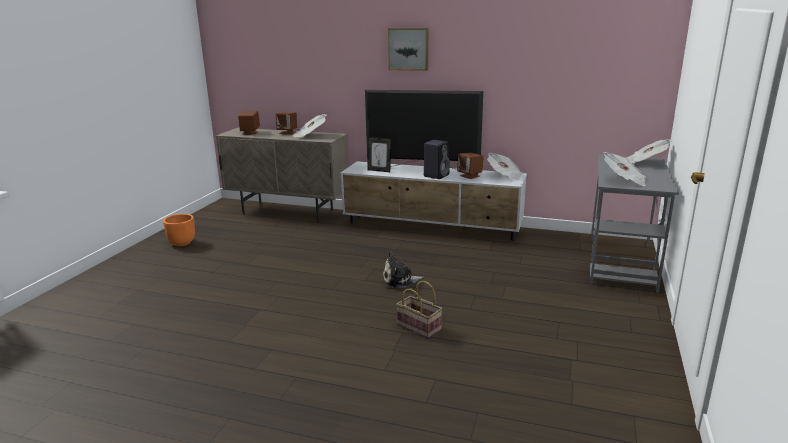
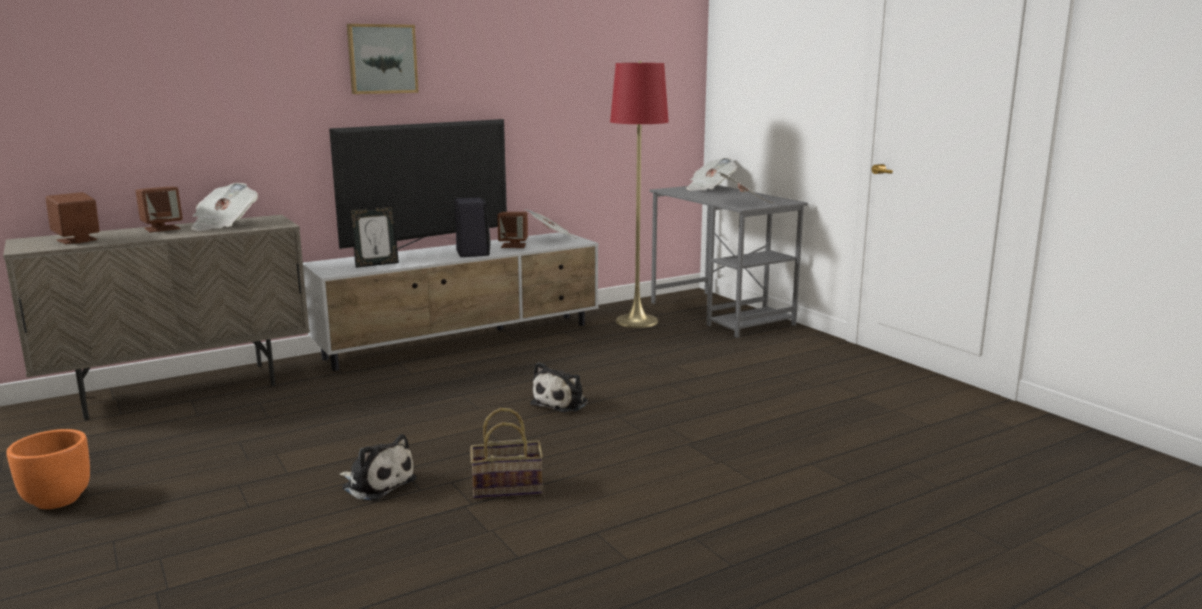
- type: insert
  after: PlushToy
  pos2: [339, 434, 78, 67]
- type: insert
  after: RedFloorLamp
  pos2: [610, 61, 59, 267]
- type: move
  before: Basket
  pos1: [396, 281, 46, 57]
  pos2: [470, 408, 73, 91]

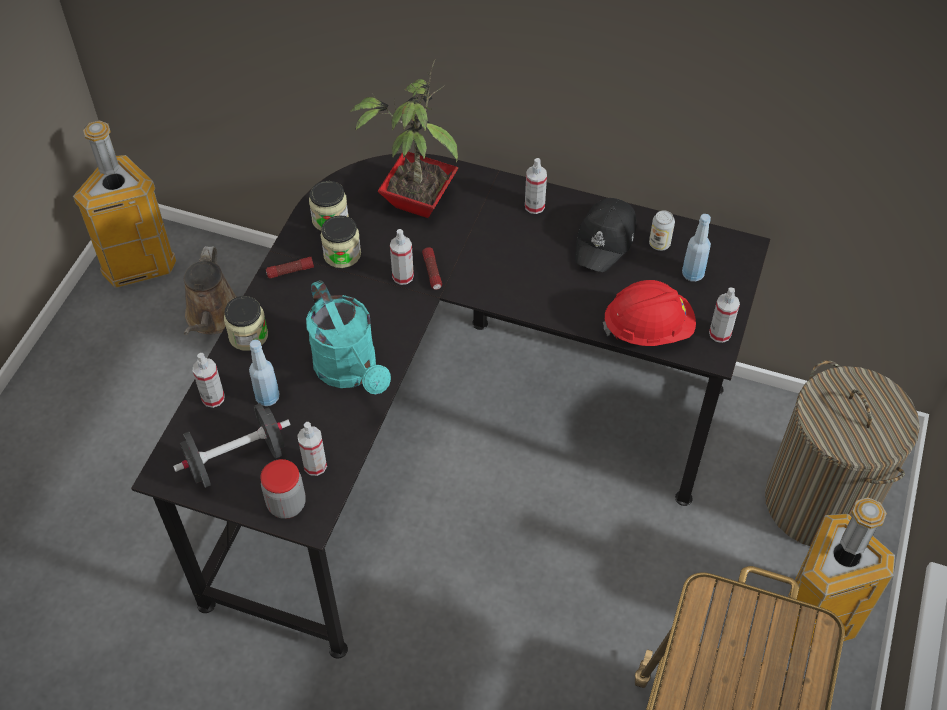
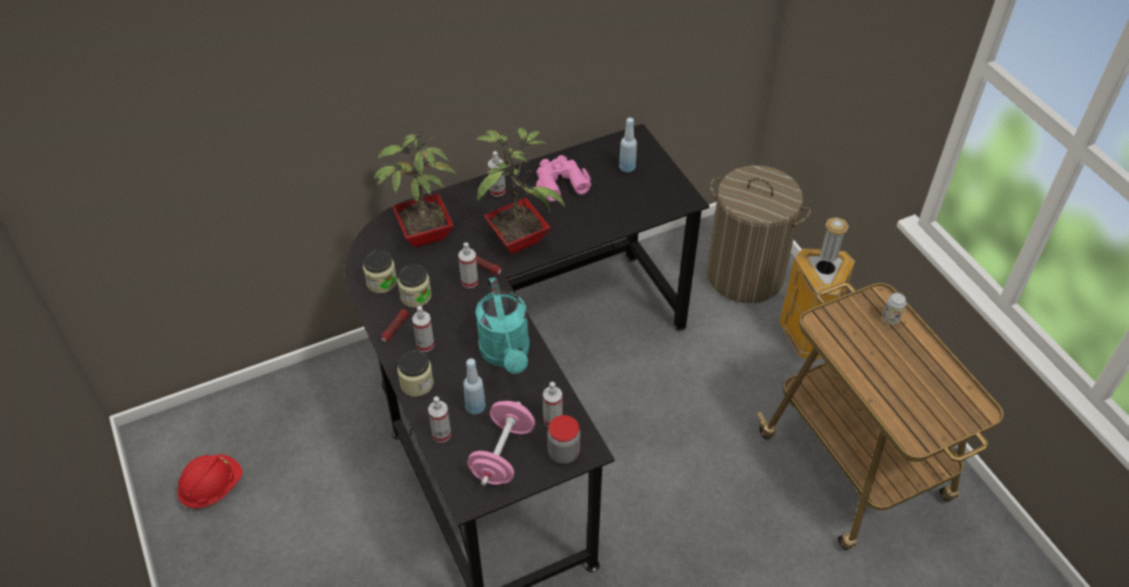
- type: delete
  before: TrashCan
  pos1: [73, 120, 104, 168]
- type: delete
  before: BrownWateringCan
  pos1: [184, 246, 53, 89]
- type: insert
  after: PottedPlant
  pos2: [475, 127, 90, 127]
- type: move
  before: RedHardHat
  pos1: [603, 280, 93, 66]
  pos2: [177, 455, 65, 56]
- type: move
  before: Can
  pos1: [649, 210, 26, 41]
  pos2: [882, 293, 25, 32]
- type: move
  before: SprayBottle
  pos1: [709, 288, 31, 55]
  pos2: [412, 306, 22, 46]
- type: replace
  before: BlackCap
  after: PinkBinoculars
  pos1: [575, 198, 62, 74]
  pos2: [536, 155, 55, 47]
- type: recolor
  before: BlackDumbbell
  after: PinkDumbbell
  pos1: [173, 403, 117, 85]
  pos2: [467, 401, 68, 85]
- type: rotate
  before: TurquoiseWateringCan
  pos1: [306, 280, 85, 114]
  pos2: [475, 277, 55, 97]
  turn: 60

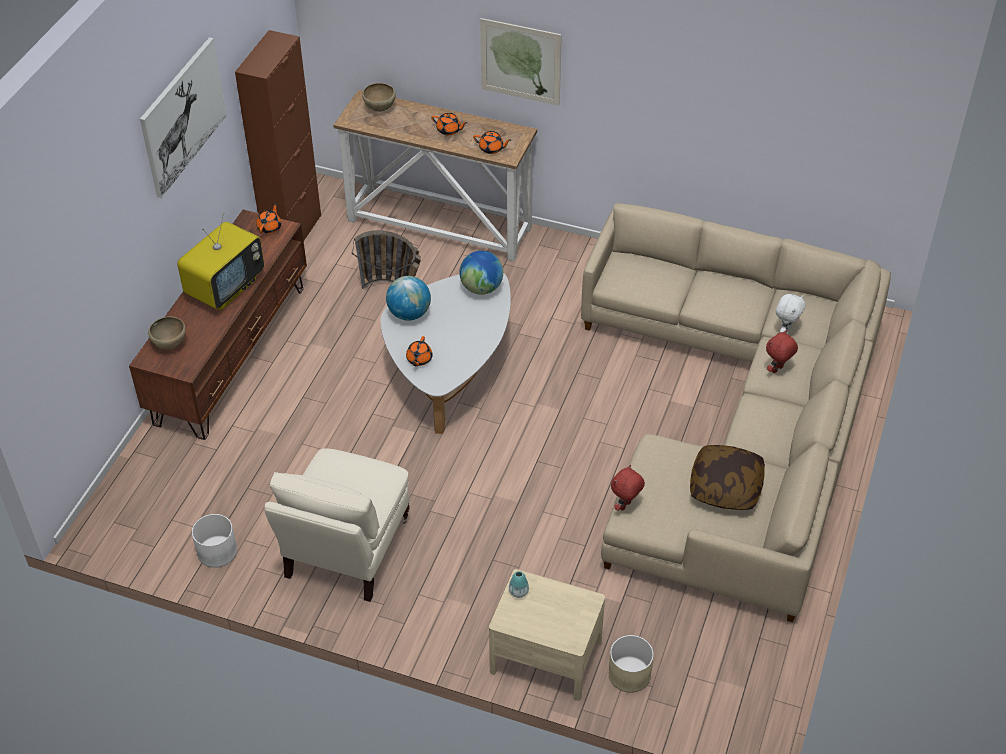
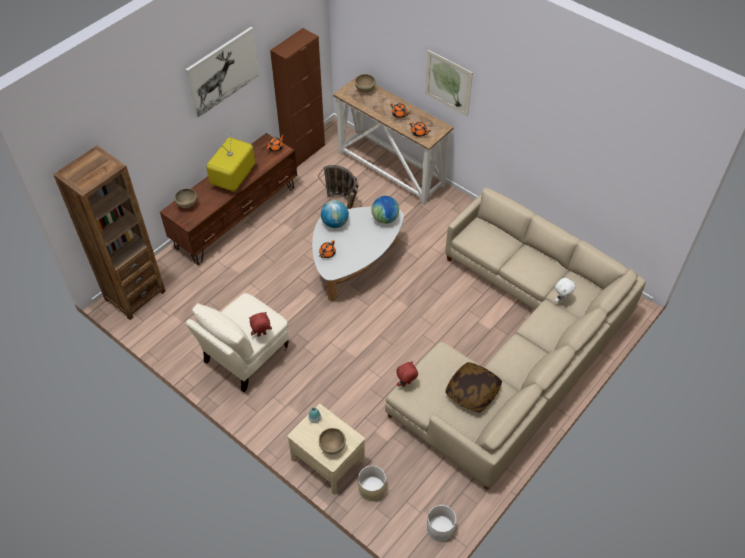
- type: insert
  after: BrownBookcase
  pos2: [53, 145, 113, 175]
- type: insert
  after: BrownBowl
  pos2: [319, 428, 27, 27]
- type: move
  before: WhitePlanter
  pos1: [192, 514, 45, 54]
  pos2: [427, 505, 29, 37]
- type: move
  before: RedPlushToy
  pos1: [766, 330, 32, 43]
  pos2: [249, 312, 23, 25]
- type: rotate
  before: Television
  pos1: [177, 213, 87, 97]
  pos2: [206, 133, 49, 59]
  turn: 150

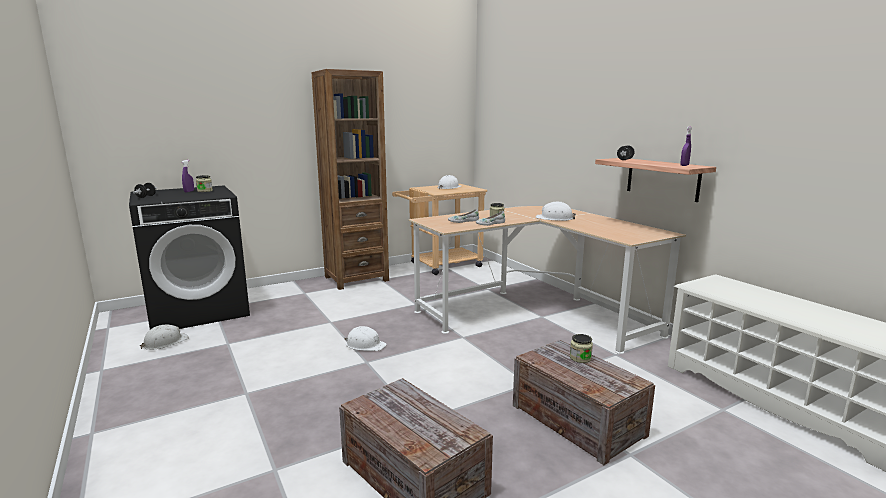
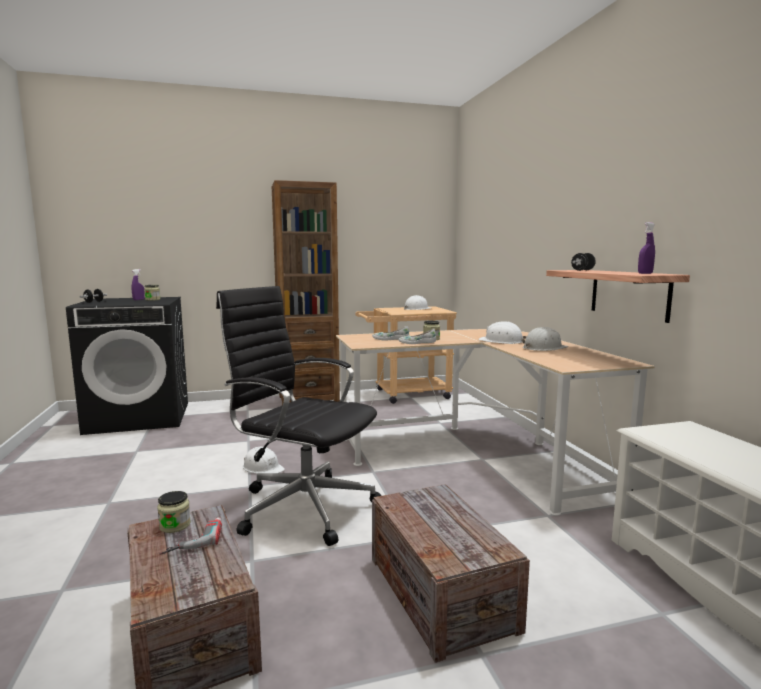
- type: insert
  after: PowerDrill
  pos2: [160, 517, 62, 38]
- type: insert
  after: BlackOfficeChair
  pos2: [216, 286, 166, 260]
- type: move
  before: WhiteHardHat
  pos1: [140, 325, 49, 25]
  pos2: [523, 327, 45, 24]
- type: move
  before: Jar
  pos1: [570, 334, 23, 29]
  pos2: [157, 491, 34, 42]

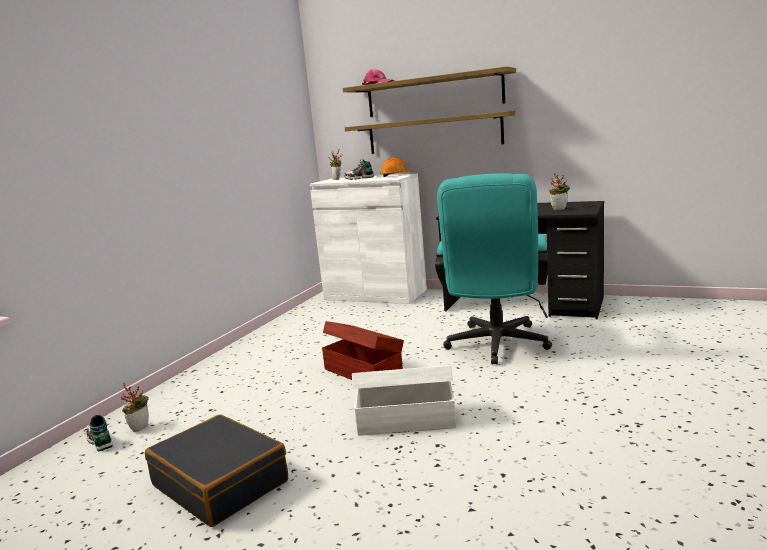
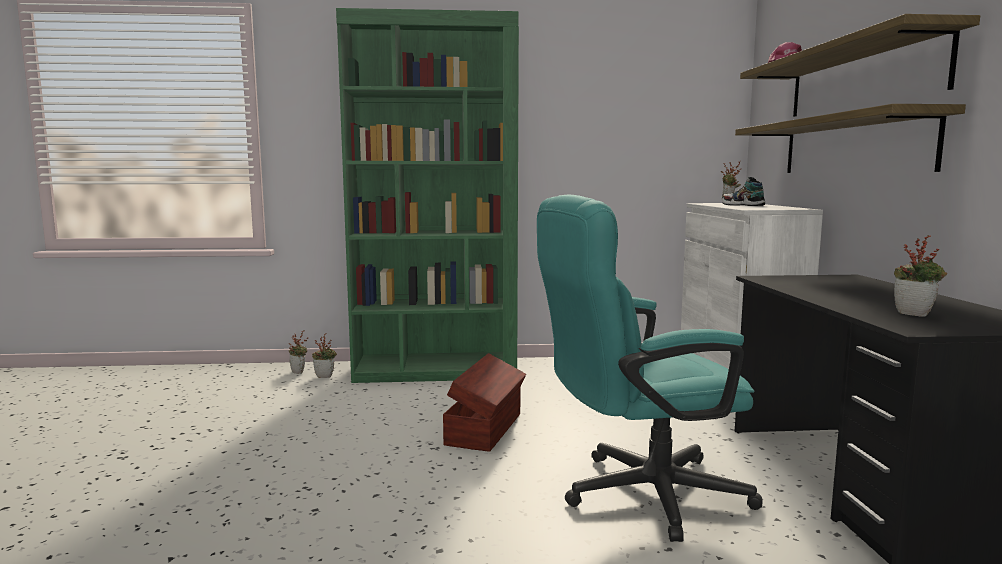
- type: delete
  before: BlackSuitcase
  pos1: [145, 414, 143, 113]
- type: delete
  before: WhiteStorageBox
  pos1: [352, 365, 104, 71]
- type: delete
  before: OrangeHardHat
  pos1: [380, 157, 32, 20]
- type: insert
  after: GreenBookcase
  pos2: [336, 8, 183, 375]
- type: replace
  before: Shoe
  after: PottedPlant
  pos1: [86, 415, 27, 36]
  pos2: [289, 330, 19, 44]

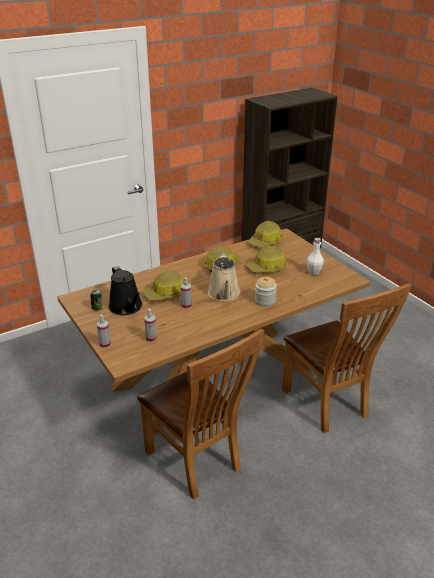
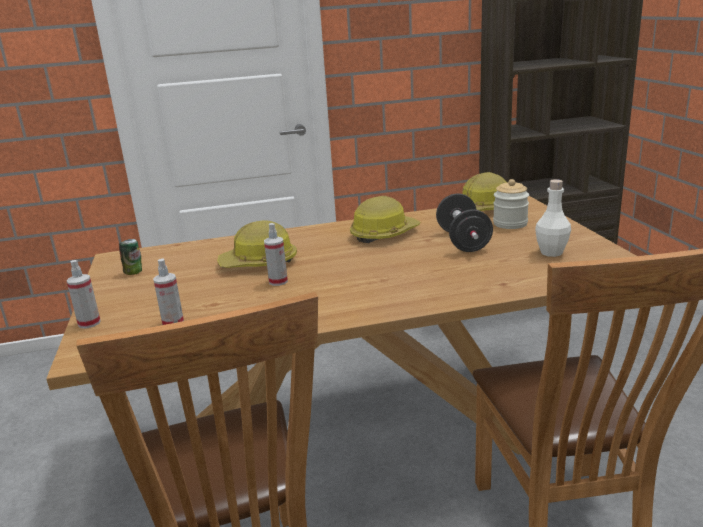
- type: delete
  before: BlackWateringCan
  pos1: [109, 266, 33, 49]
- type: delete
  before: BeigeWateringCan
  pos1: [208, 253, 32, 48]
- type: move
  before: Jar
  pos1: [255, 276, 22, 31]
  pos2: [493, 179, 36, 50]
- type: replace
  before: HardHat
  after: BlackDumbbell
  pos1: [246, 246, 41, 27]
  pos2: [436, 194, 57, 58]

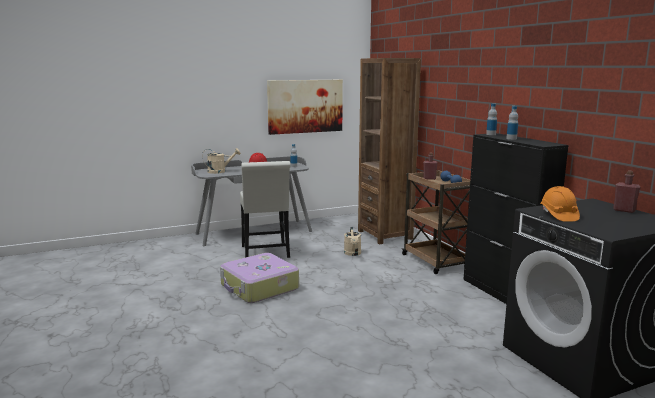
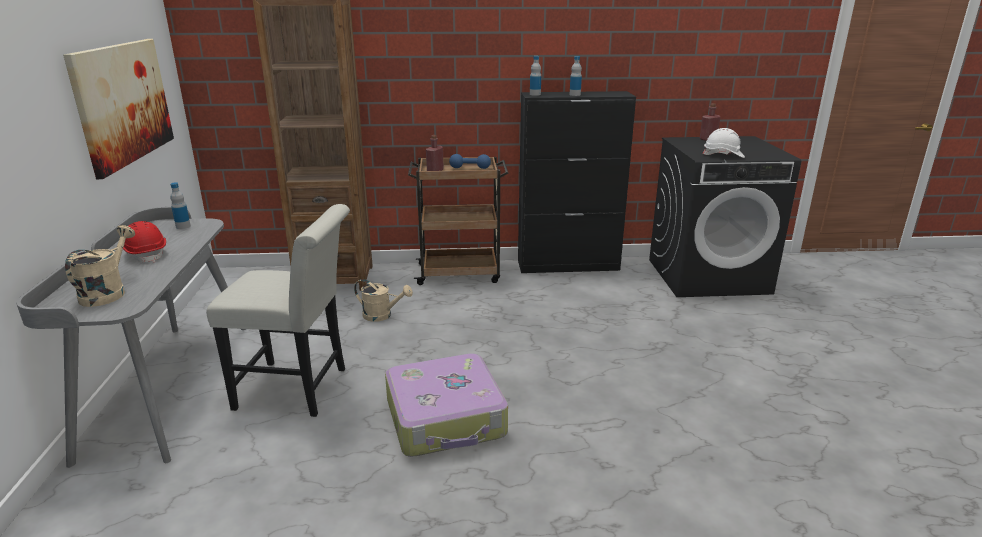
- type: recolor
  before: OrangeHardHat
  after: WhiteHardHat
  pos1: [540, 186, 40, 36]
  pos2: [702, 128, 43, 30]

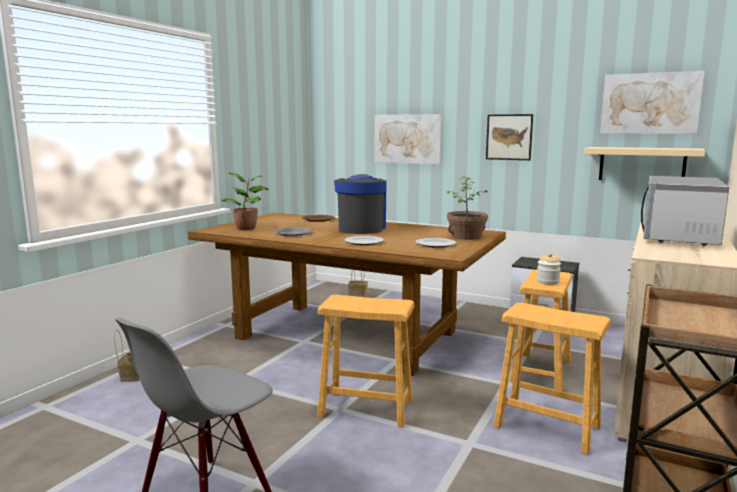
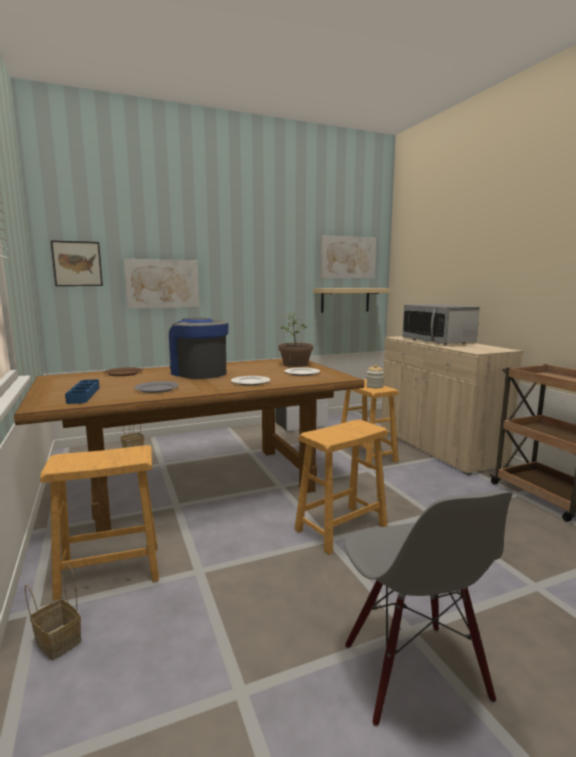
- type: move
  before: Picture
  pos1: [486, 114, 47, 46]
  pos2: [51, 240, 52, 46]
- type: move
  before: BrownStool
  pos1: [494, 303, 117, 152]
  pos2: [40, 445, 119, 155]
- type: replace
  before: PottedPlant
  after: BlueTray
  pos1: [221, 172, 47, 58]
  pos2: [65, 379, 35, 25]

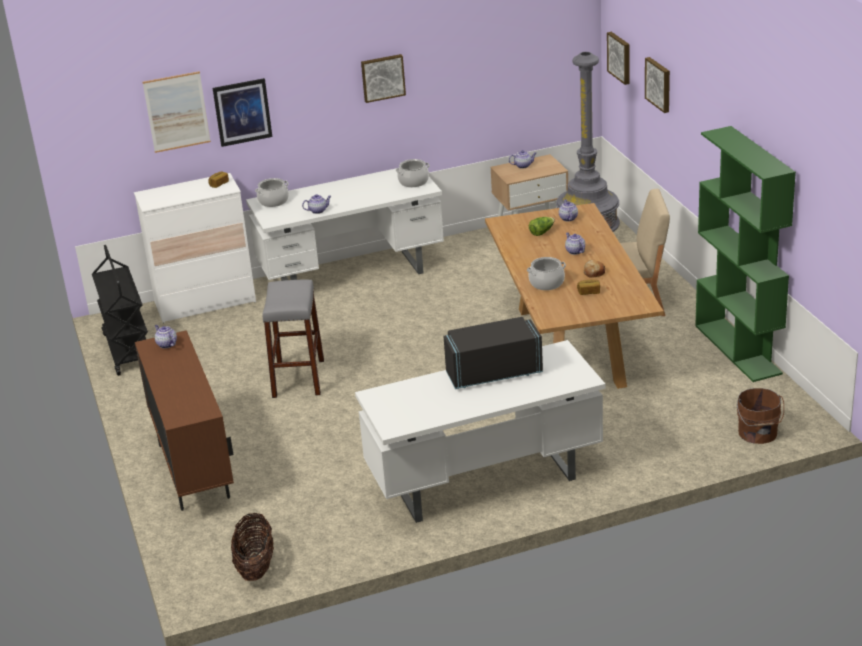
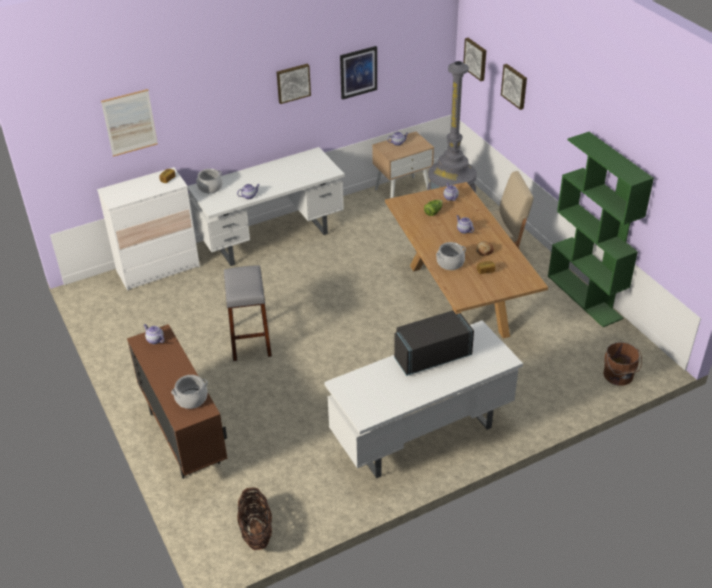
- type: delete
  before: BlackCart
  pos1: [92, 245, 56, 131]
- type: move
  before: Picture
  pos1: [213, 78, 59, 69]
  pos2: [340, 46, 37, 54]
- type: move
  before: CookingPot
  pos1: [395, 159, 35, 28]
  pos2: [171, 375, 37, 34]

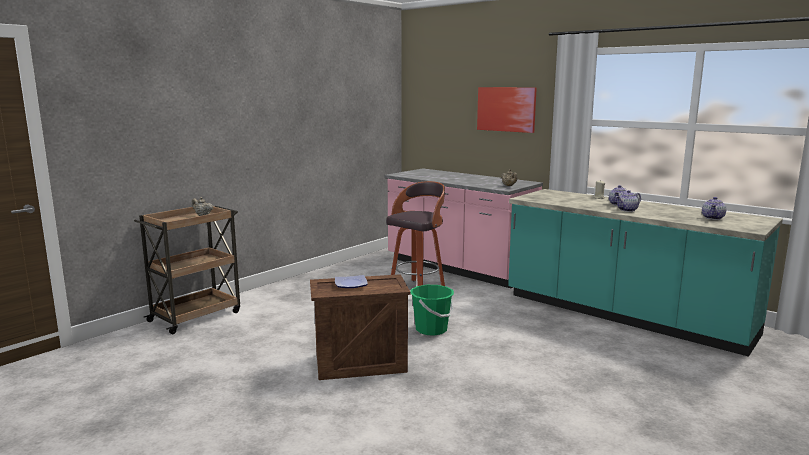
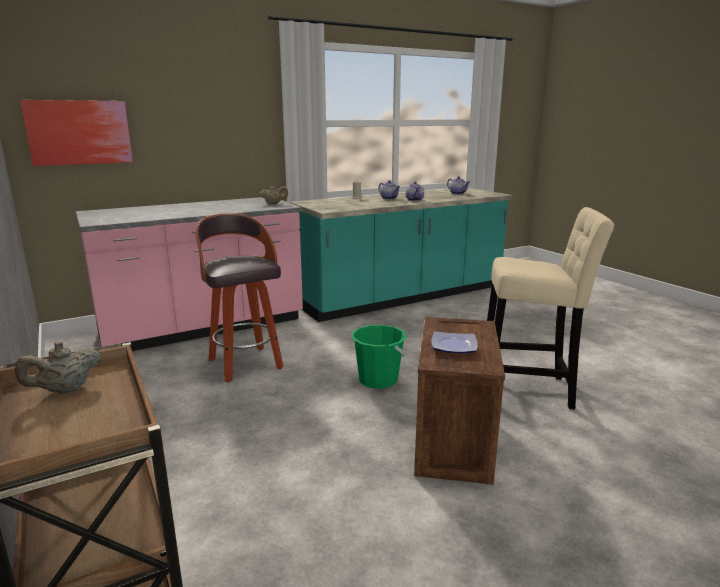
- type: insert
  after: BeigeStool
  pos2: [487, 207, 127, 202]
- type: move
  before: Picture
  pos1: [477, 87, 60, 46]
  pos2: [20, 100, 113, 66]

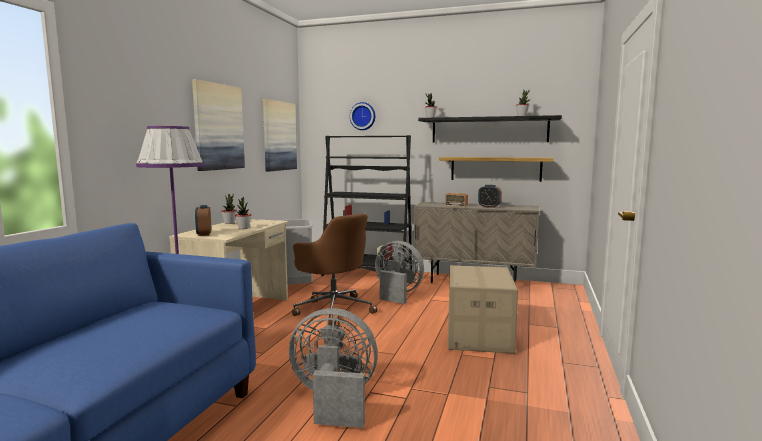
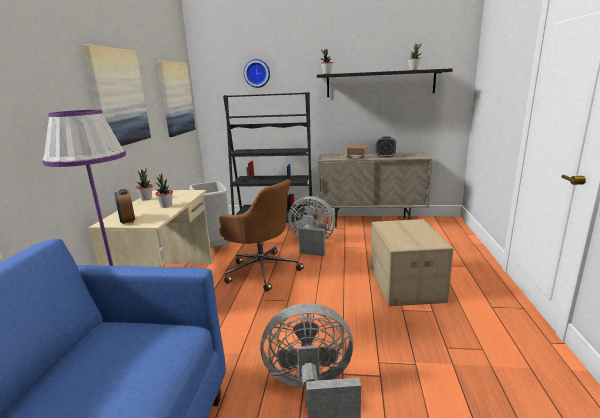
- type: delete
  before: Shelf
  pos1: [439, 157, 115, 25]

